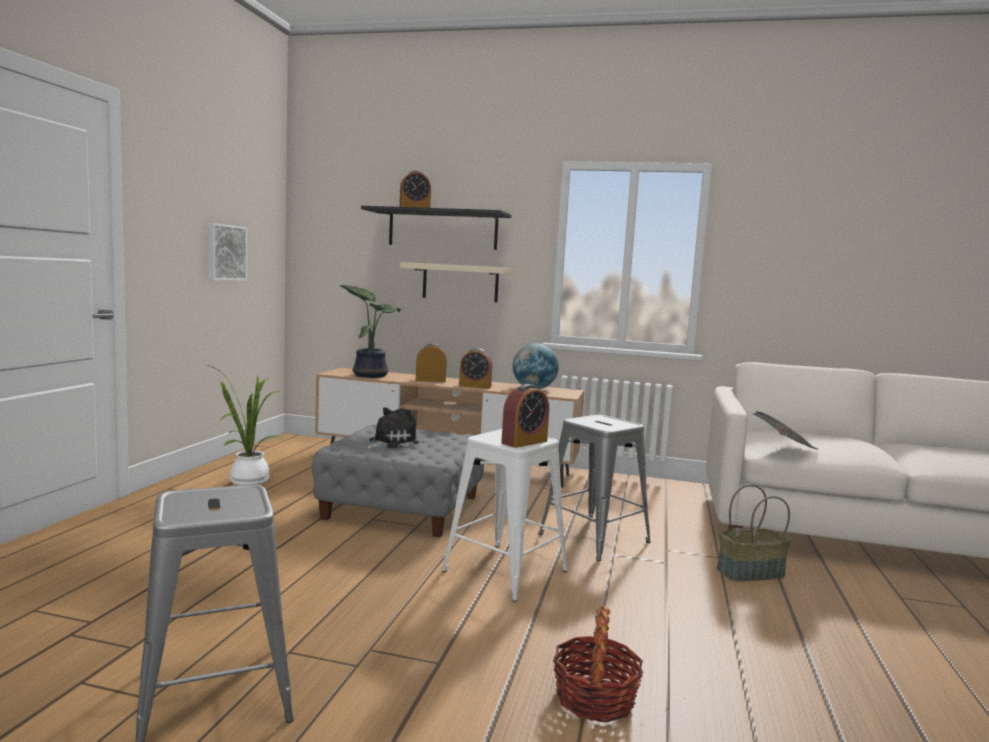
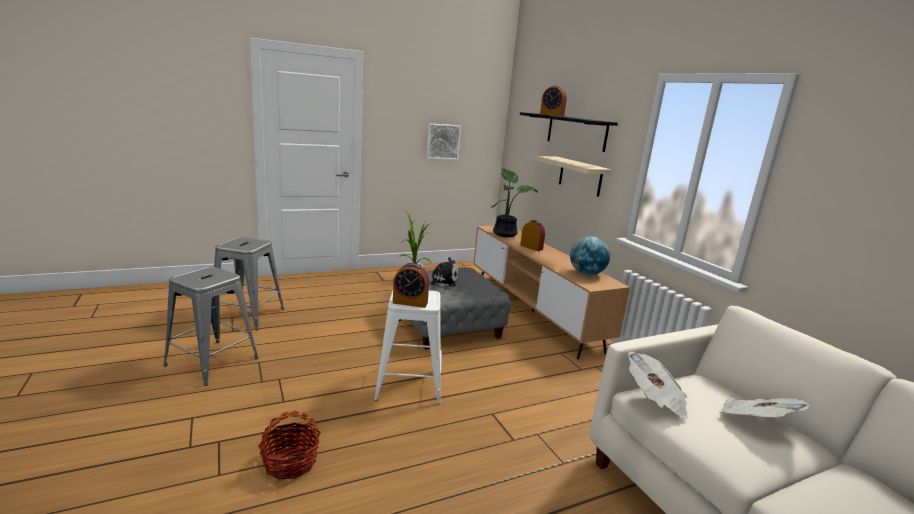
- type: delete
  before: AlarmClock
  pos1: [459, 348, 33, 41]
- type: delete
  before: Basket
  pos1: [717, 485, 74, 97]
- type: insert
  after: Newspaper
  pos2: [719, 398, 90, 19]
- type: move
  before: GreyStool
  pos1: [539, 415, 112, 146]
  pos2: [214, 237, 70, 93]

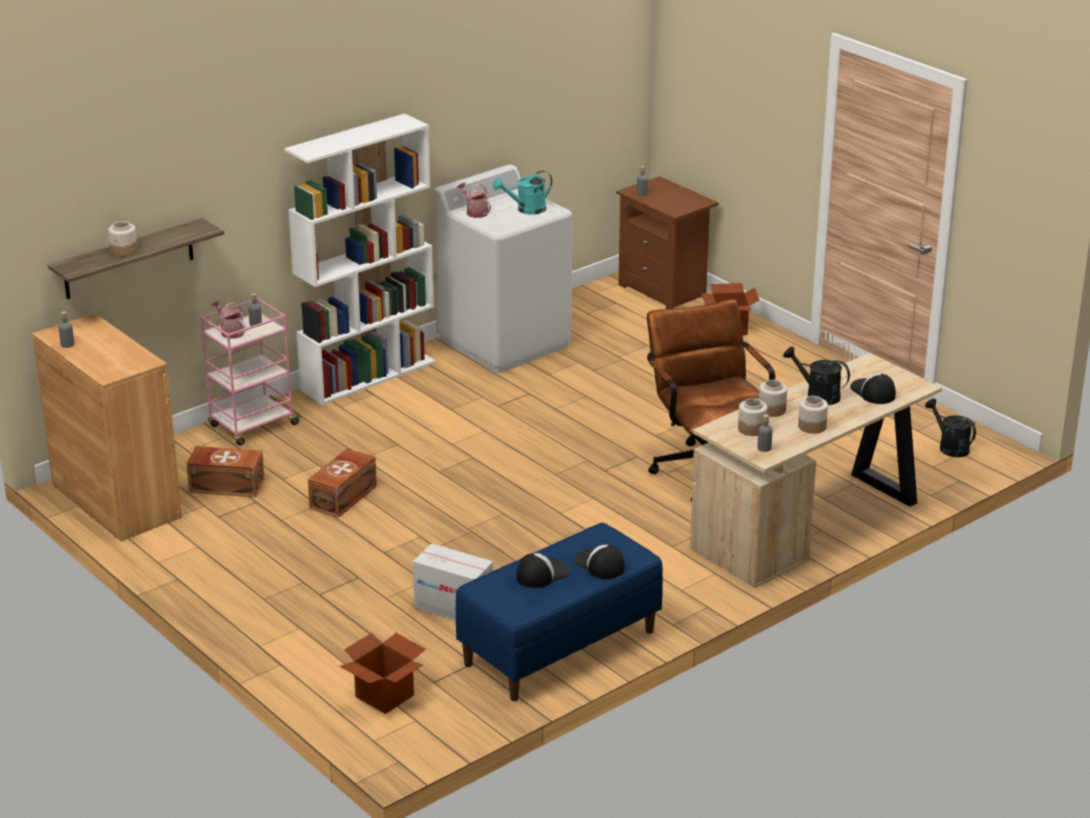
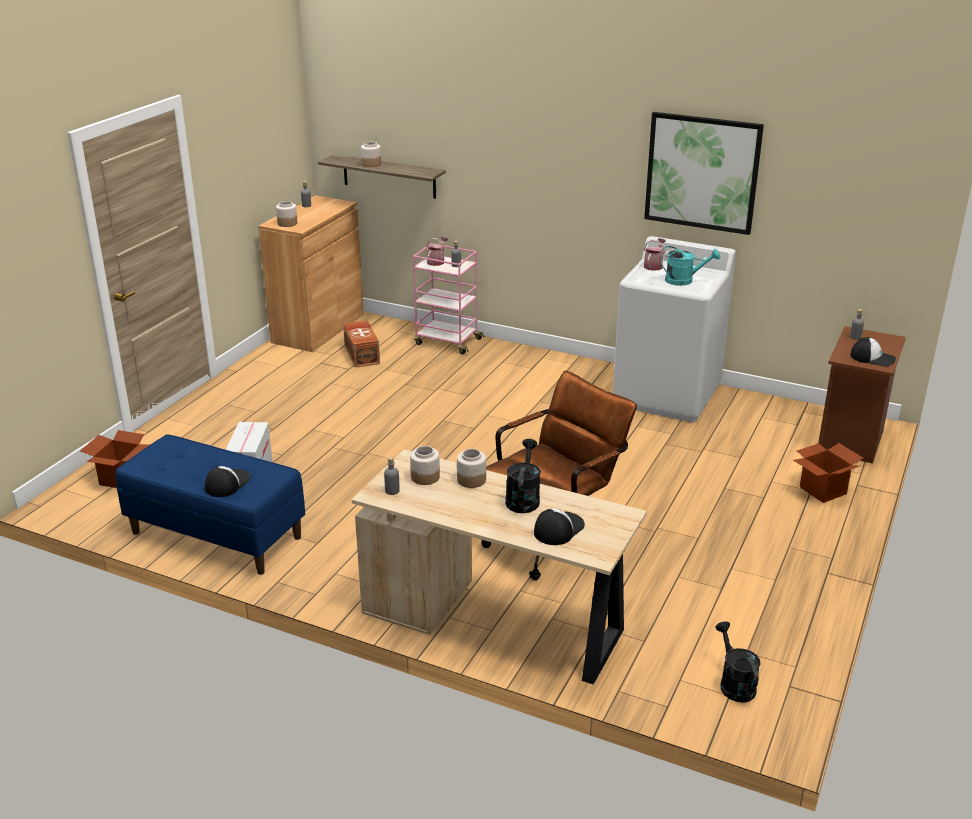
- type: delete
  before: WhiteBookcase
  pos1: [284, 113, 151, 292]
- type: delete
  before: BrownStorageBox
  pos1: [308, 449, 69, 69]
- type: insert
  after: Picture
  pos2: [644, 112, 120, 123]
- type: move
  before: Cap
  pos1: [516, 553, 53, 35]
  pos2: [850, 337, 46, 30]
- type: move
  before: Jar
  pos1: [798, 396, 30, 38]
  pos2: [276, 201, 22, 26]
- type: rotate
  before: TurquoiseWateringCan
  pos1: [493, 170, 59, 44]
  pos2: [660, 246, 60, 40]
  turn: 150
- type: rotate
  before: BlackWateringCan
  pos1: [925, 398, 51, 59]
  pos2: [715, 622, 45, 81]
  turn: -45

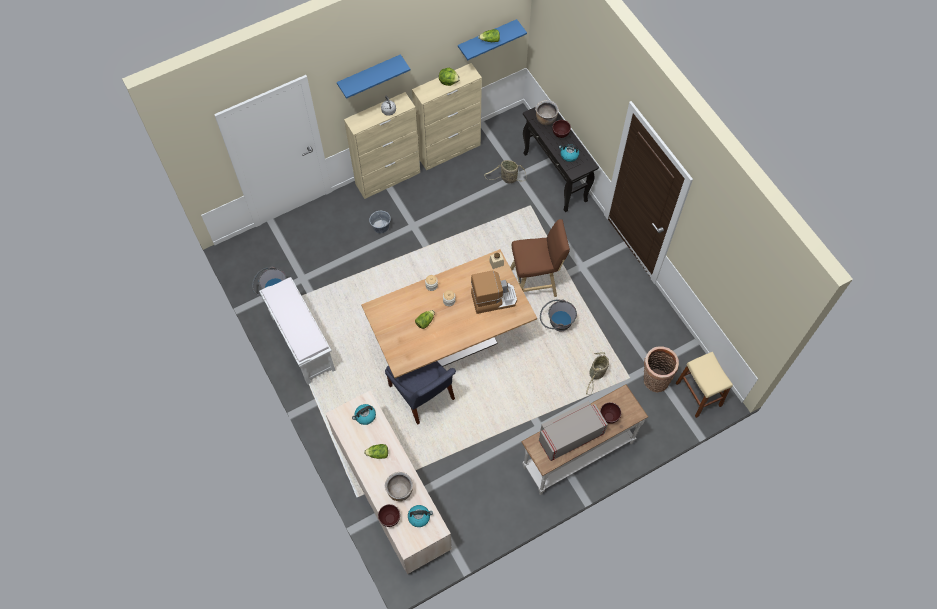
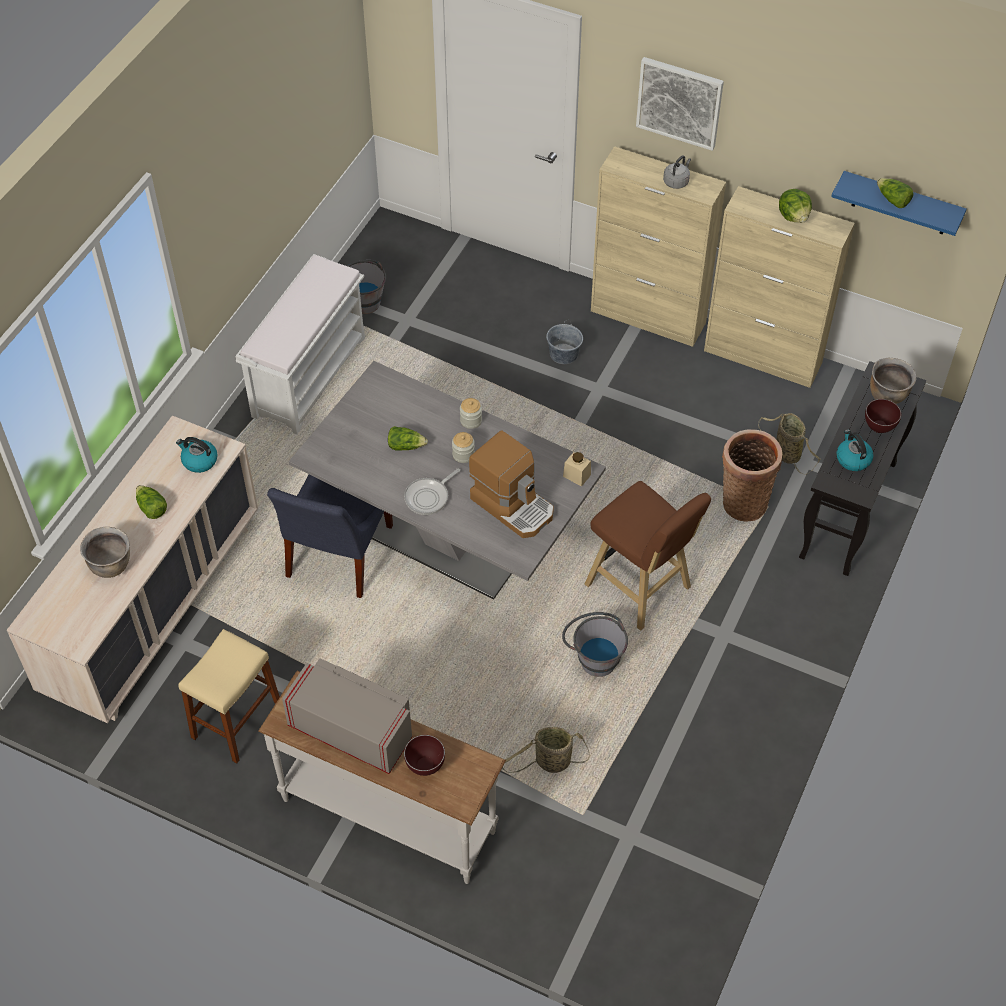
- type: delete
  before: BrownBowl
  pos1: [378, 504, 22, 23]
- type: delete
  before: Kettle
  pos1: [408, 505, 25, 22]
- type: insert
  after: FryingPan
  pos2: [404, 468, 56, 47]
- type: move
  before: Basket
  pos1: [644, 346, 35, 47]
  pos2: [722, 430, 60, 92]
- type: move
  before: BeigeStool
  pos1: [676, 352, 57, 66]
  pos2: [178, 629, 102, 134]
- type: replace
  before: BlueShelf
  after: Picture
  pos1: [337, 54, 73, 45]
  pos2: [636, 57, 88, 94]
- type: recolor
  before: BrownDiningTable
  after: GreyDiningTable
  pos1: [361, 249, 176, 129]
  pos2: [289, 361, 317, 238]

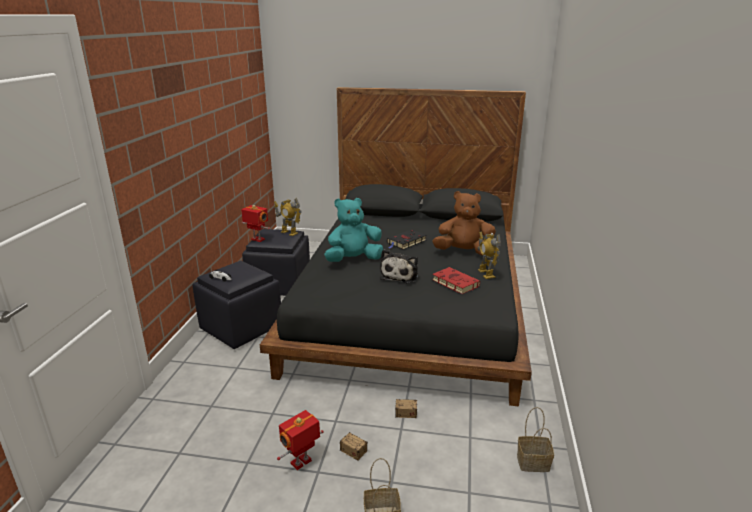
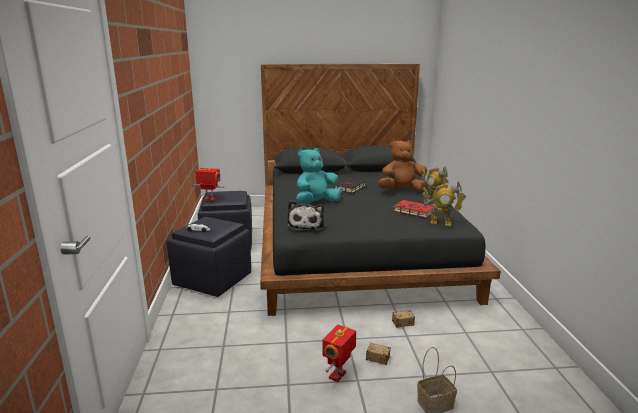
- type: delete
  before: Basket
  pos1: [517, 407, 37, 65]
- type: move
  before: ToyRobot
  pos1: [274, 198, 28, 38]
  pos2: [422, 181, 44, 46]
- type: move
  before: PlushToy
  pos1: [380, 249, 38, 34]
  pos2: [287, 200, 37, 31]

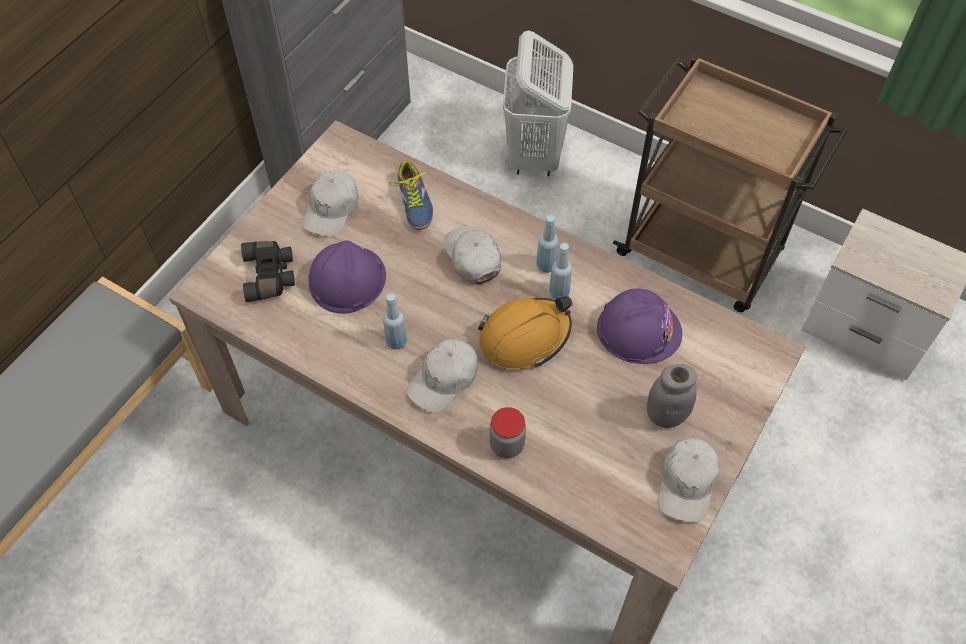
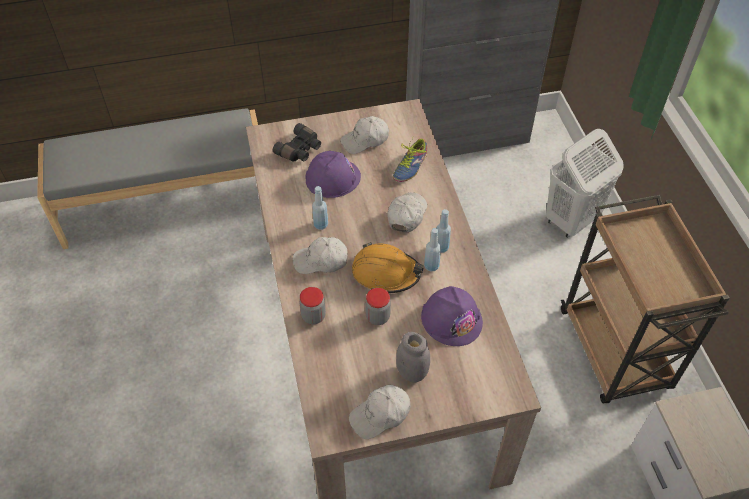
- type: insert
  after: Jar
  pos2: [365, 288, 26, 37]

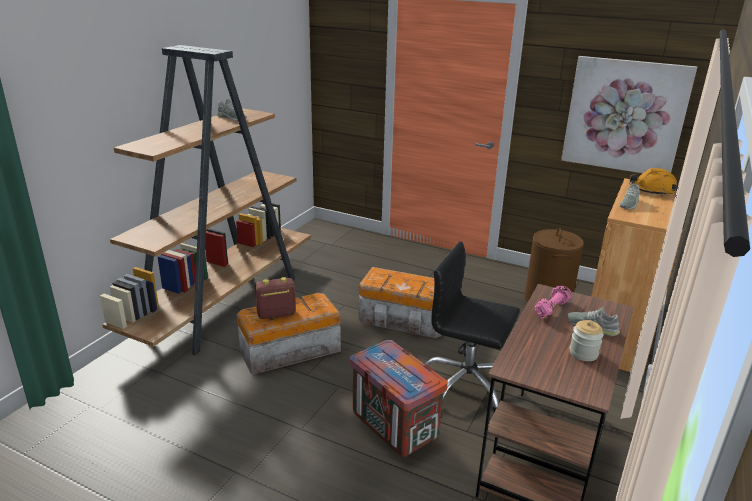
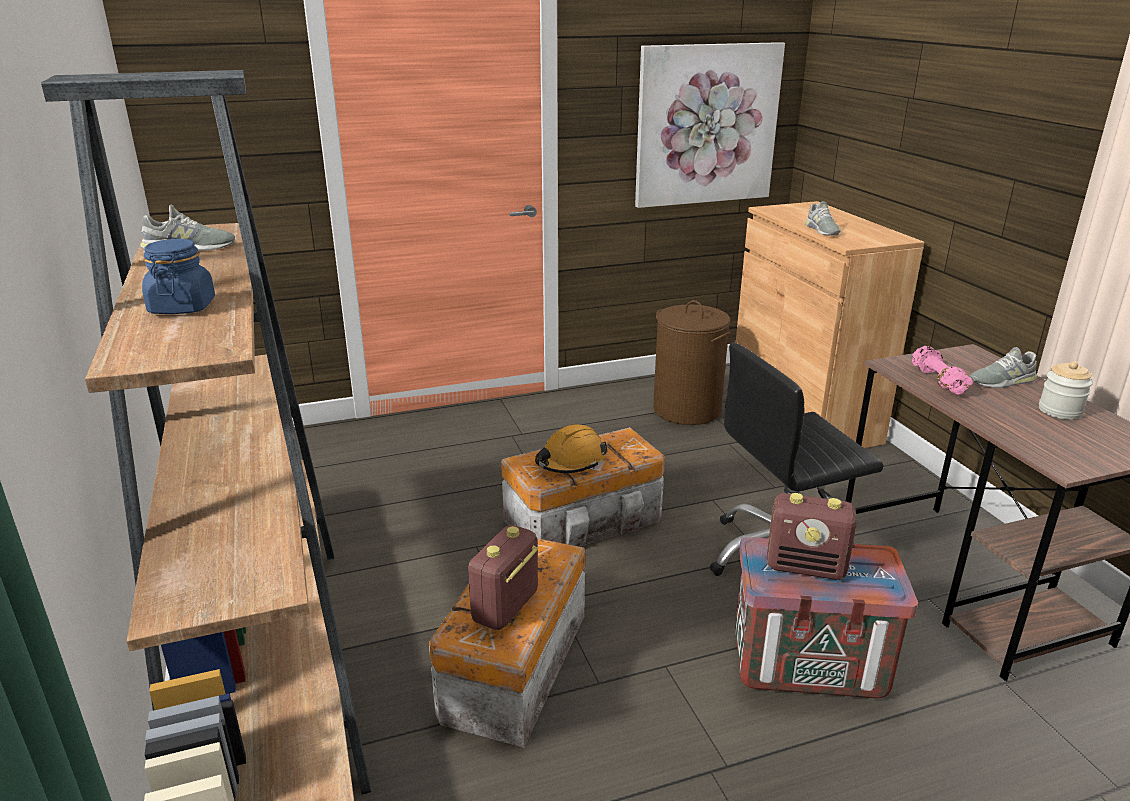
- type: insert
  after: BlueJar
  pos2: [142, 239, 73, 75]
- type: insert
  after: Radio
  pos2: [767, 493, 90, 87]
- type: move
  before: OrangeHardHat
  pos1: [629, 168, 49, 28]
  pos2: [535, 424, 73, 49]

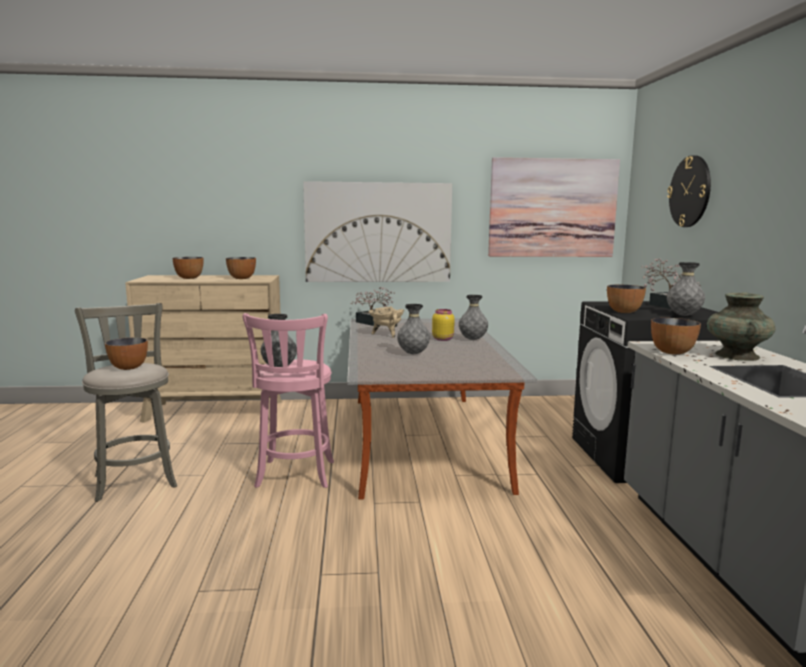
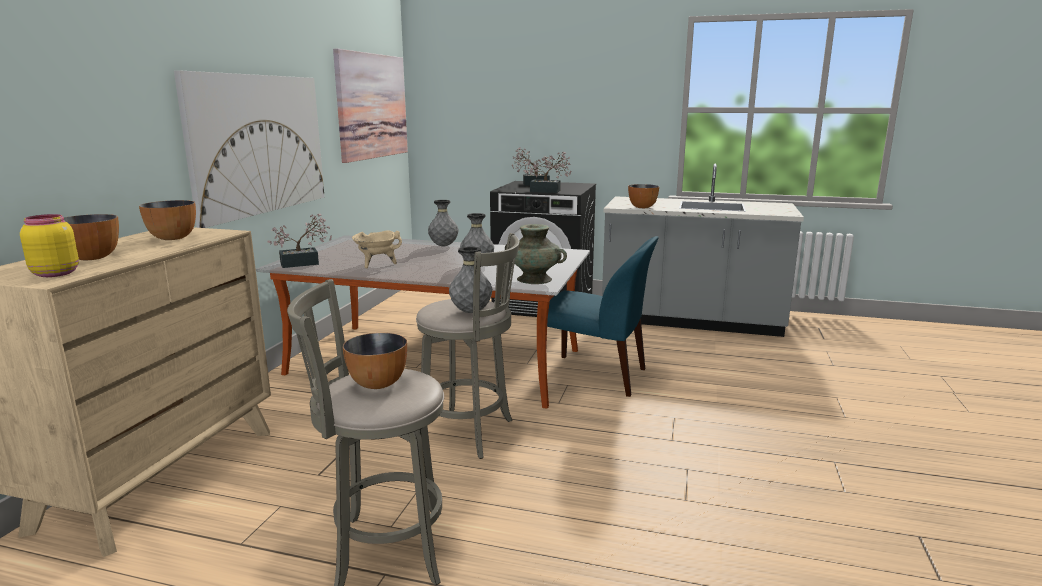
- type: delete
  before: WallClock
  pos1: [667, 155, 44, 72]
- type: delete
  before: GreyVase
  pos1: [667, 262, 38, 54]
- type: insert
  after: BlueChair
  pos2: [546, 236, 113, 161]
- type: move
  before: YellowJar
  pos1: [432, 309, 23, 32]
  pos2: [20, 214, 59, 63]
- type: move
  before: TurquoiseVase
  pos1: [707, 292, 69, 69]
  pos2: [505, 224, 62, 60]
- type: replace
  before: Bowl
  after: PottedPlant
  pos1: [607, 285, 39, 28]
  pos2: [524, 152, 47, 41]
- type: recolor
  before: PinkStool
  after: GreyStool
  pos1: [243, 313, 91, 175]
  pos2: [416, 233, 103, 226]

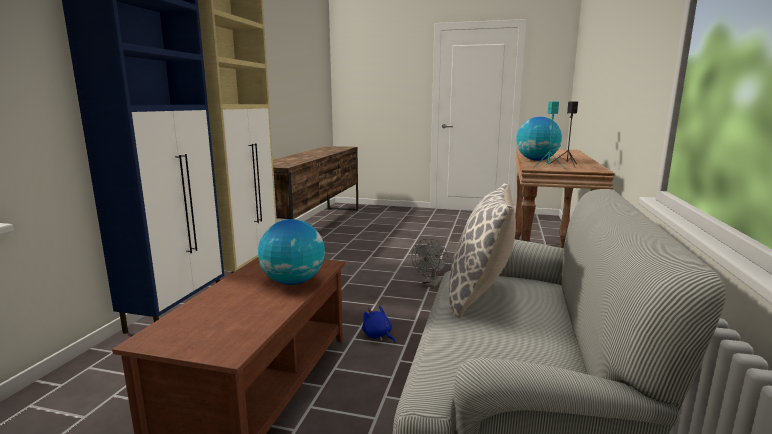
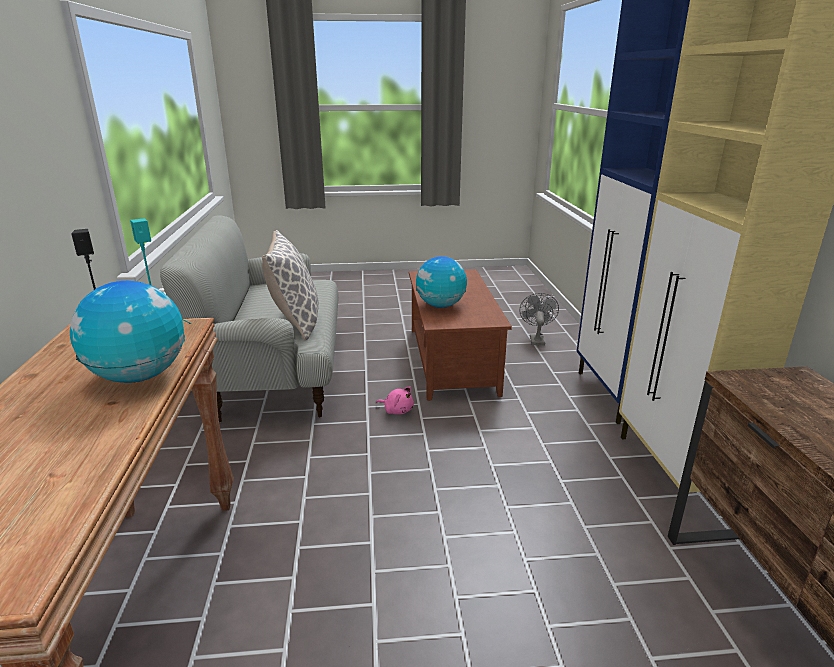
- type: move
  before: GreyFan
  pos1: [412, 238, 36, 50]
  pos2: [519, 293, 40, 53]
- type: recolor
  before: BluePlushToy
  after: PinkPlushToy
  pos1: [362, 306, 33, 37]
  pos2: [376, 386, 38, 29]

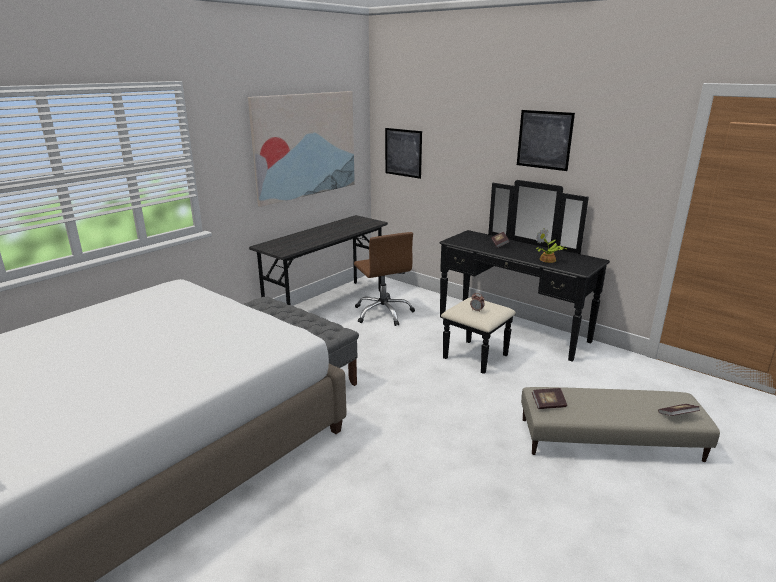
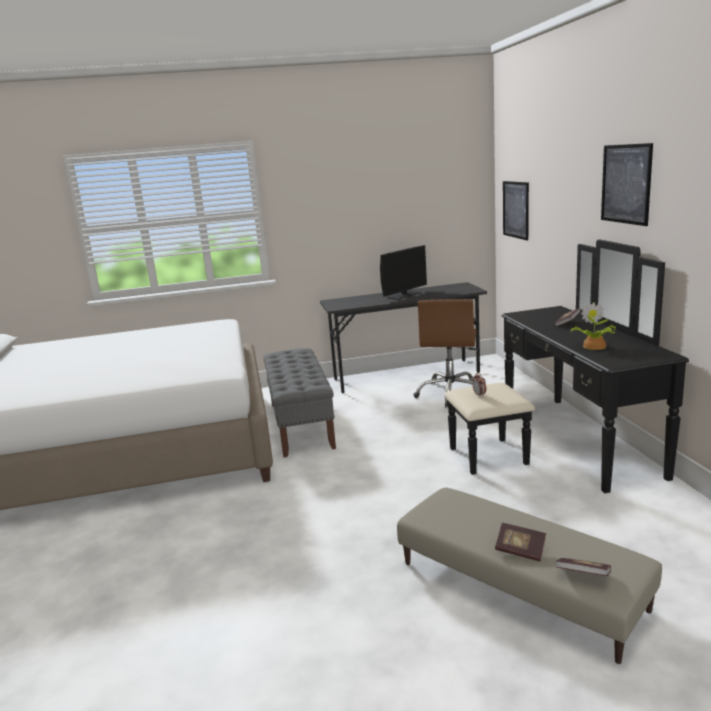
- type: delete
  before: Picture
  pos1: [248, 91, 107, 116]
- type: insert
  after: Monitor
  pos2: [380, 245, 47, 55]
- type: move
  before: Book
  pos1: [532, 388, 35, 21]
  pos2: [495, 523, 51, 38]

